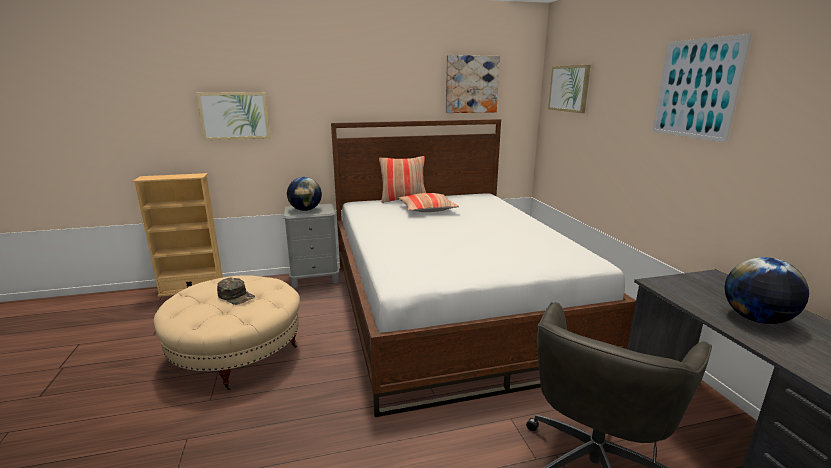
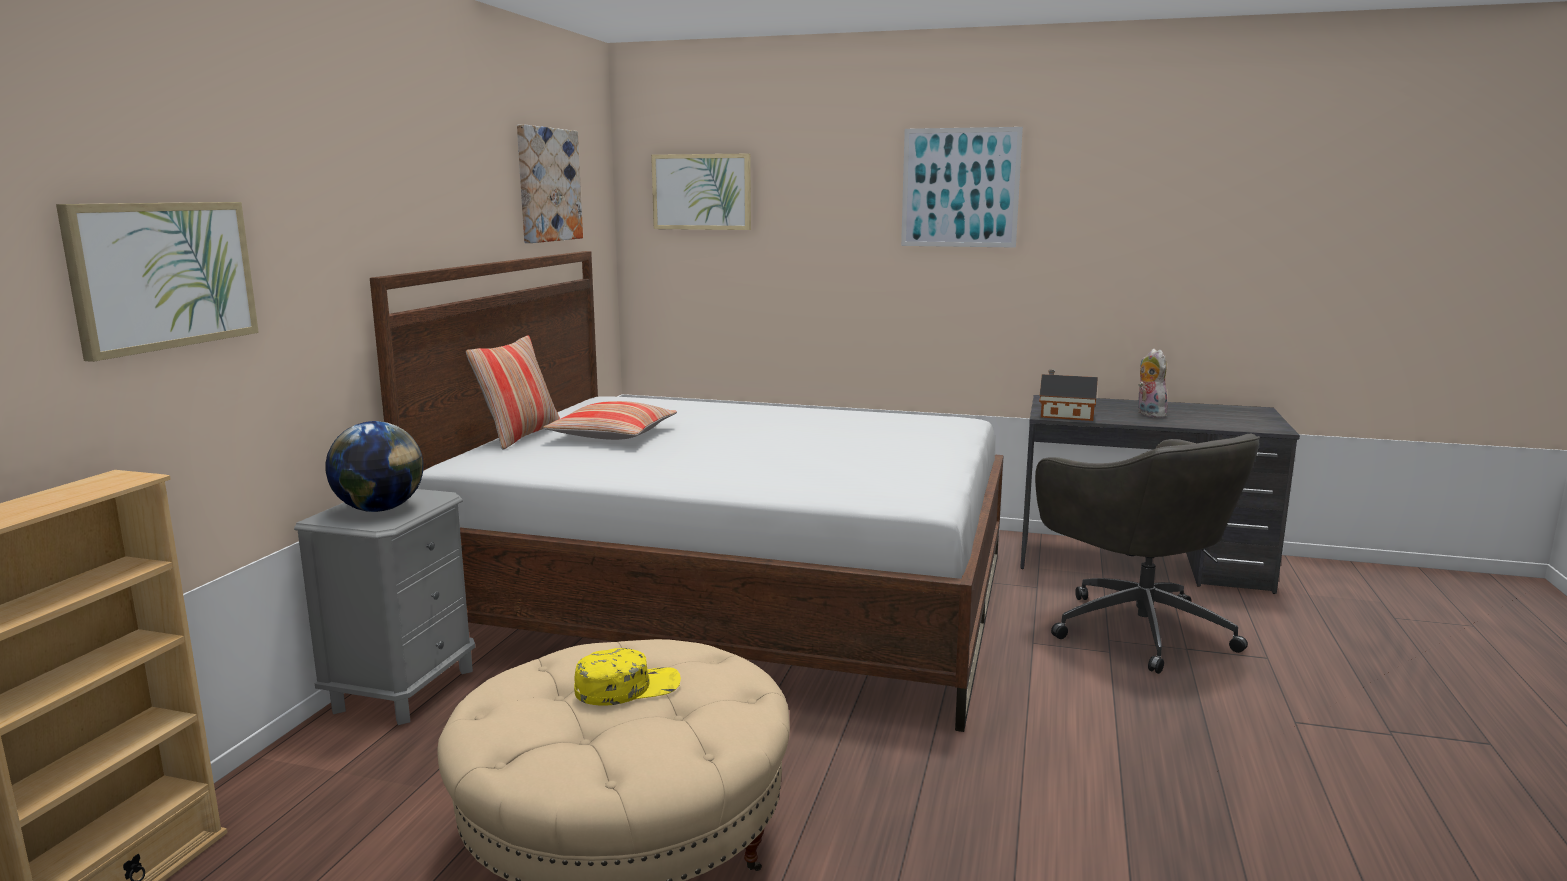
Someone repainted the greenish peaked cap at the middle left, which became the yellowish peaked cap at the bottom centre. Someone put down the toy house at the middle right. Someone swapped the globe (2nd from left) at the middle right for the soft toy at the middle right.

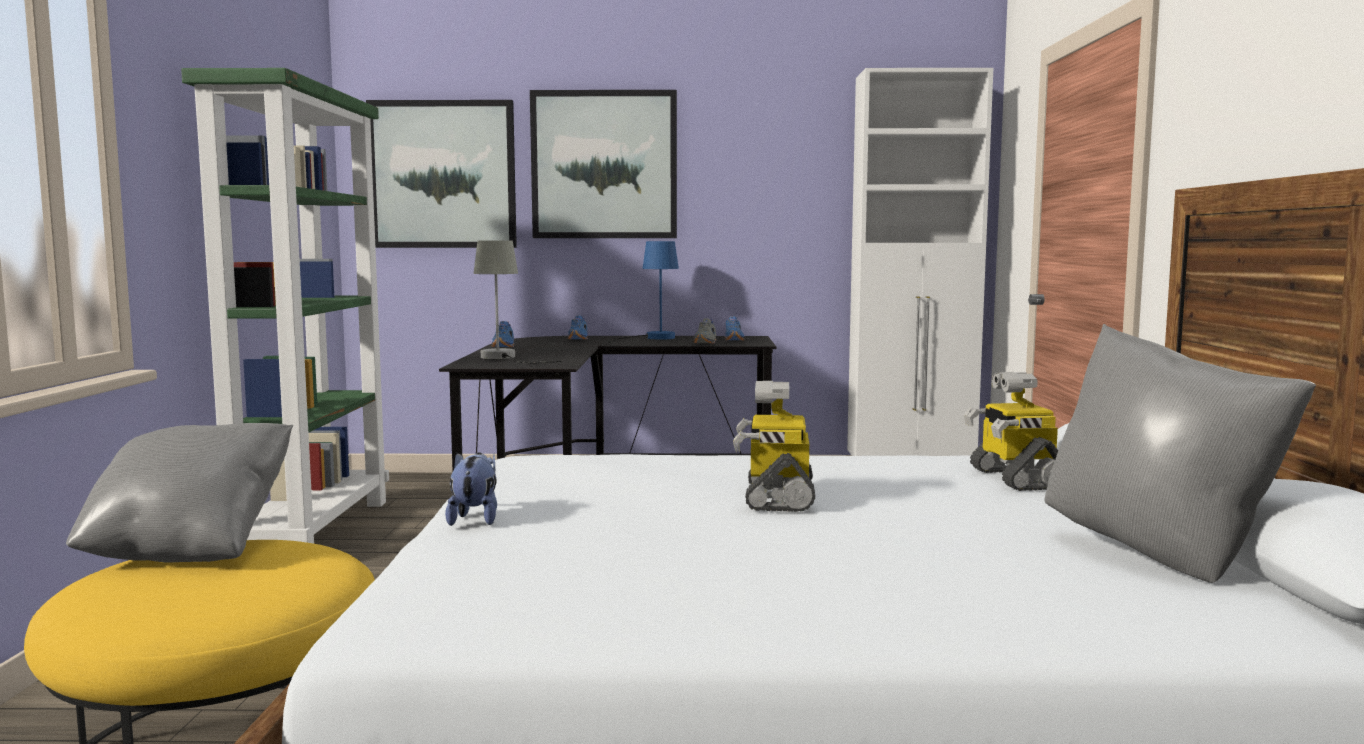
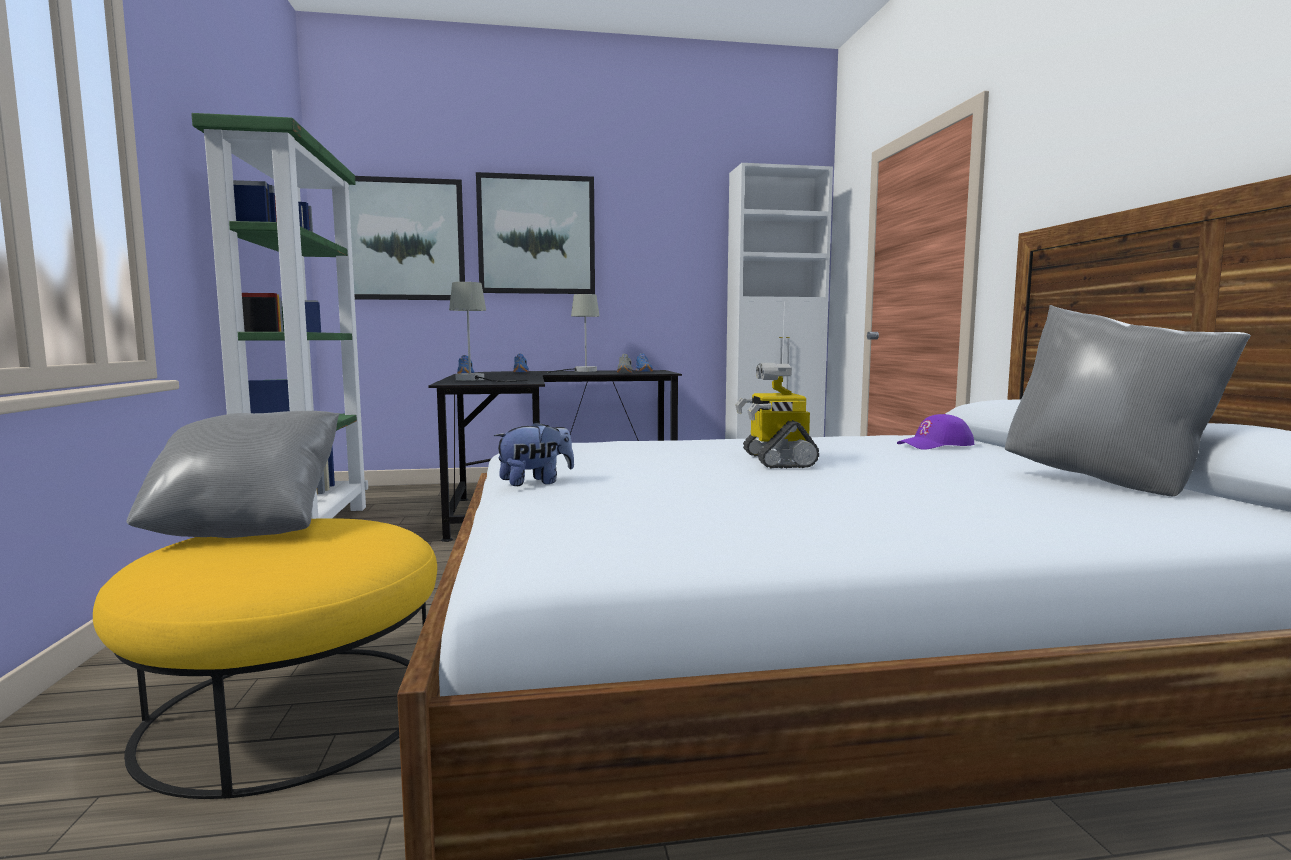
Someone rotated the soft toy at the centre by 75 degrees clockwise. Someone repainted the blue-coloured lamp for a table at the centre, which became the grey lamp for a table (2nd from left) at the centre. Someone swapped the robot figure (2nd from left) at the middle right for the purplish peaked cap at the middle right.

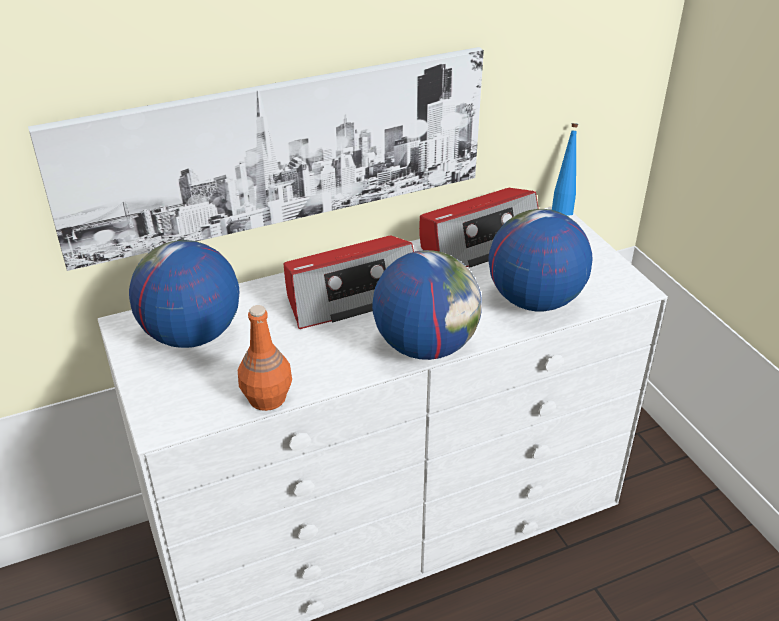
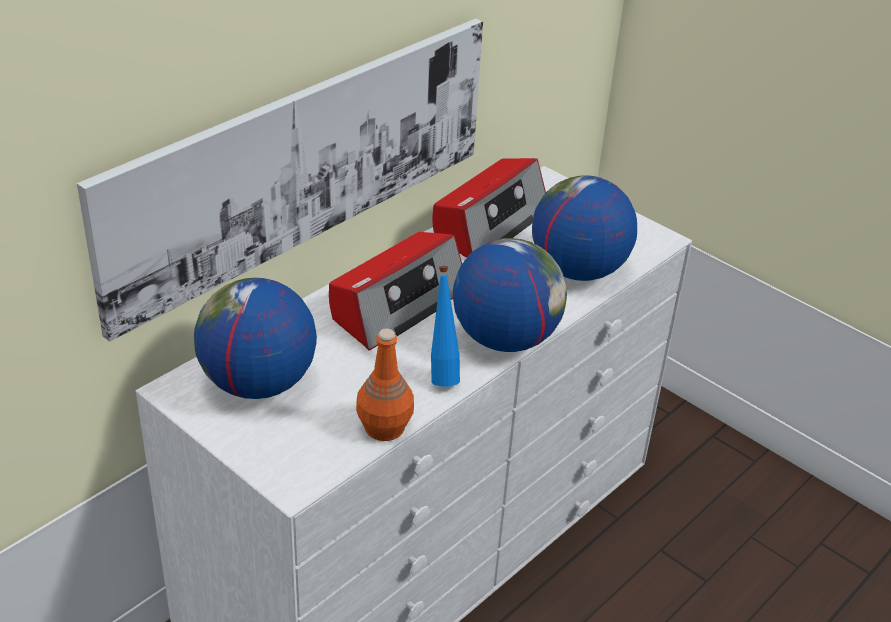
Someone carried the blue-coloured beverage bottle from the top right to the centre.

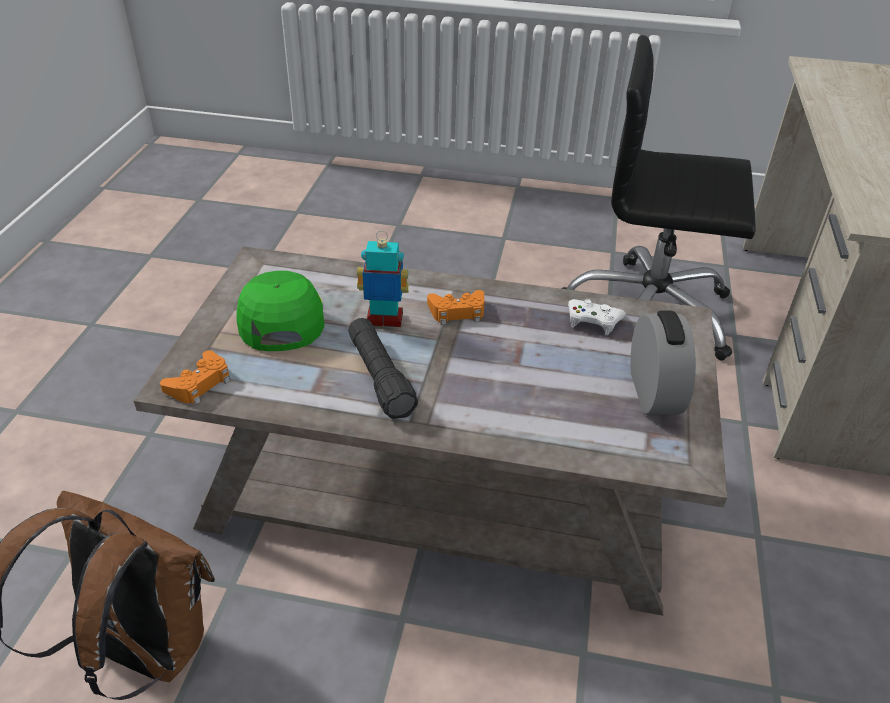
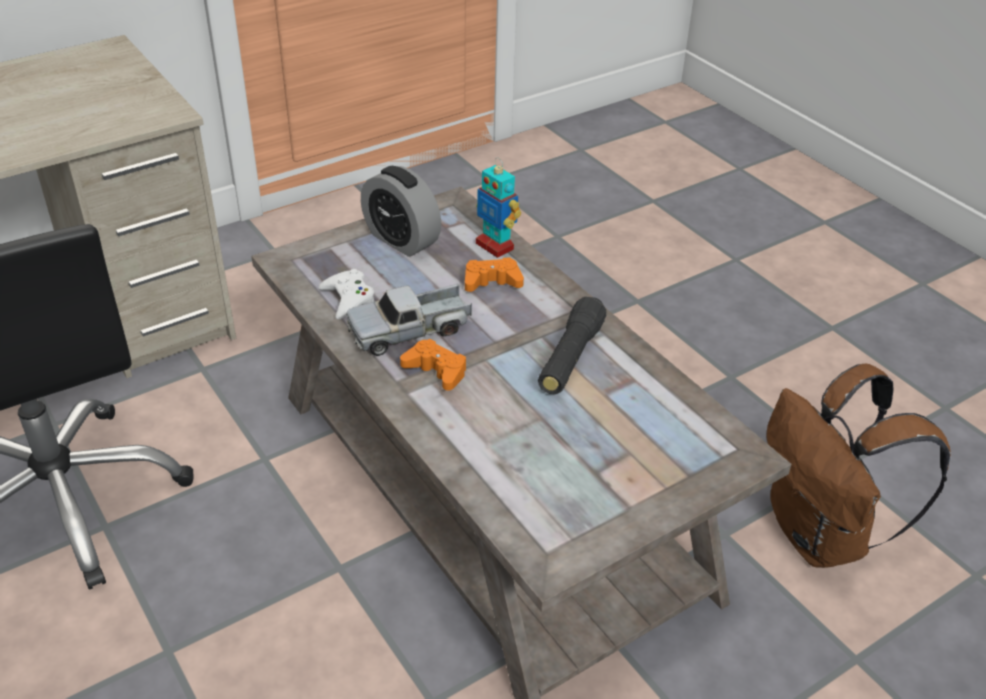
Someone put down the toy truck at the centre. Someone rotated the bedside clock at the middle right by 90 degrees counterclockwise. Someone carried the orange-coloured joypad (1st from left in the first image) from the middle left to the centre. Someone carried the robot figure from the centre to the top centre. Someone took away the greenish peaked cap at the middle left.

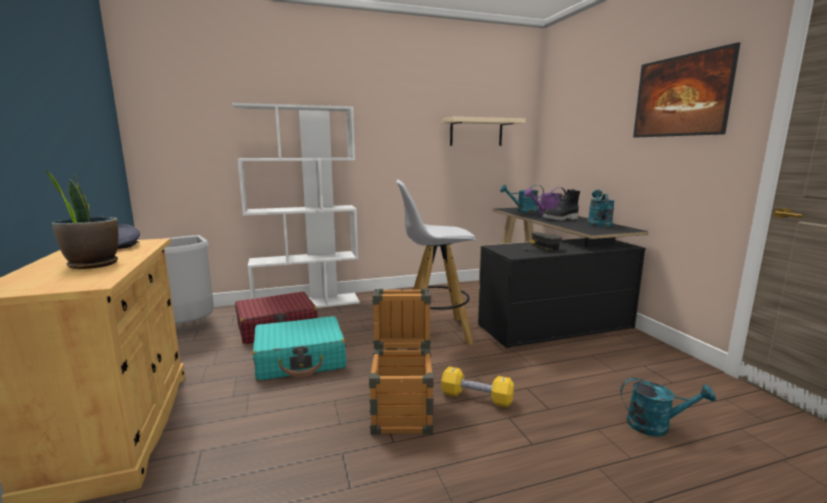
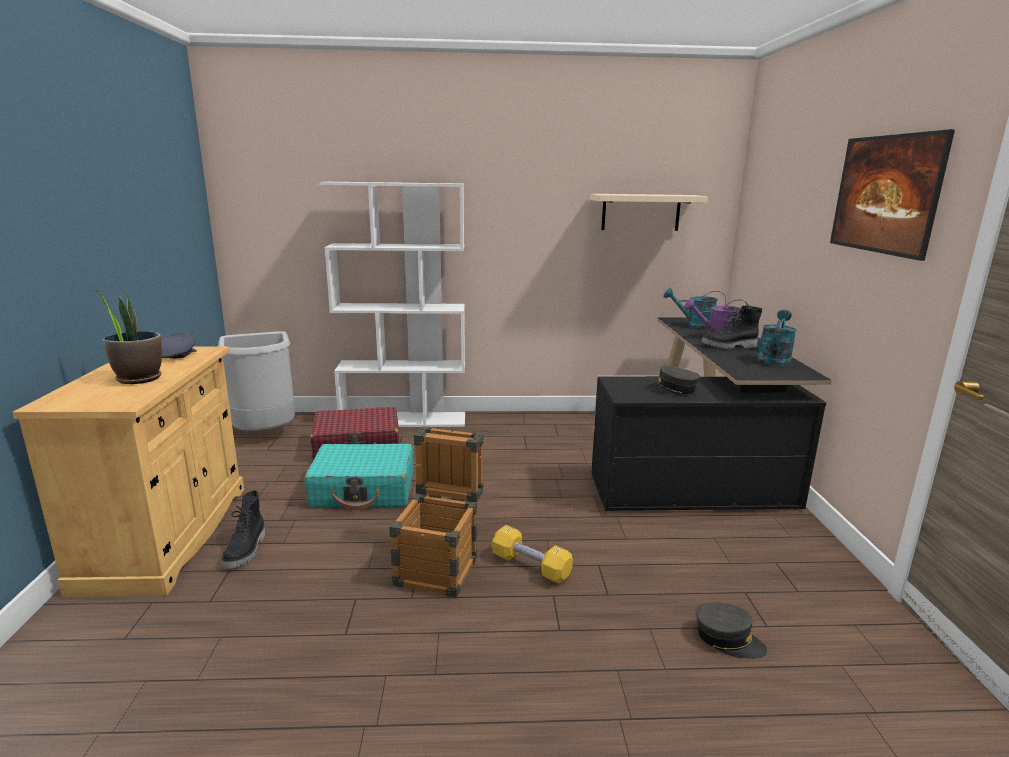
Someone put down the black high-top boot (1st from left) at the bottom left. Someone swapped the turquoise-coloured sprinkling can (3rd from left) at the bottom right for the grey peaked cap (3rd from left) at the bottom right. Someone took away the white-coloured stool seat at the centre.

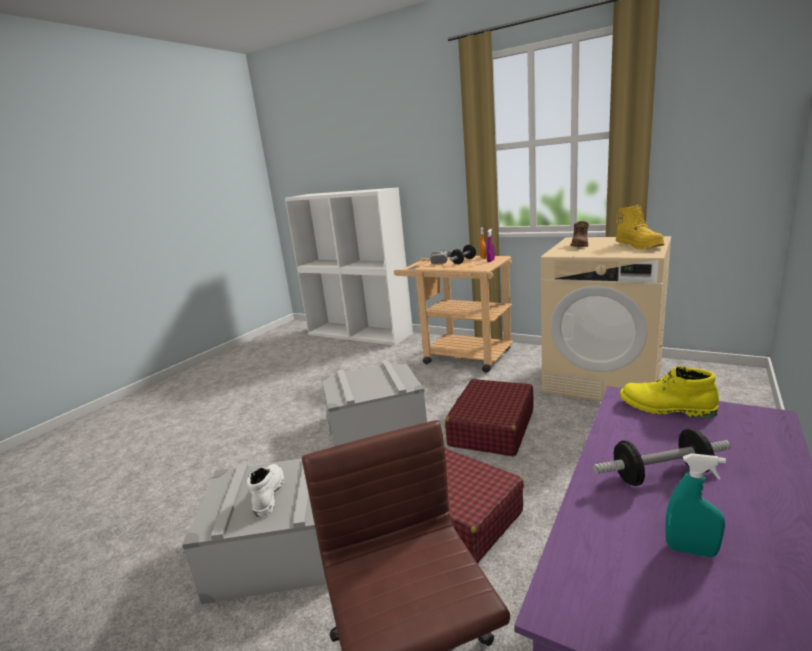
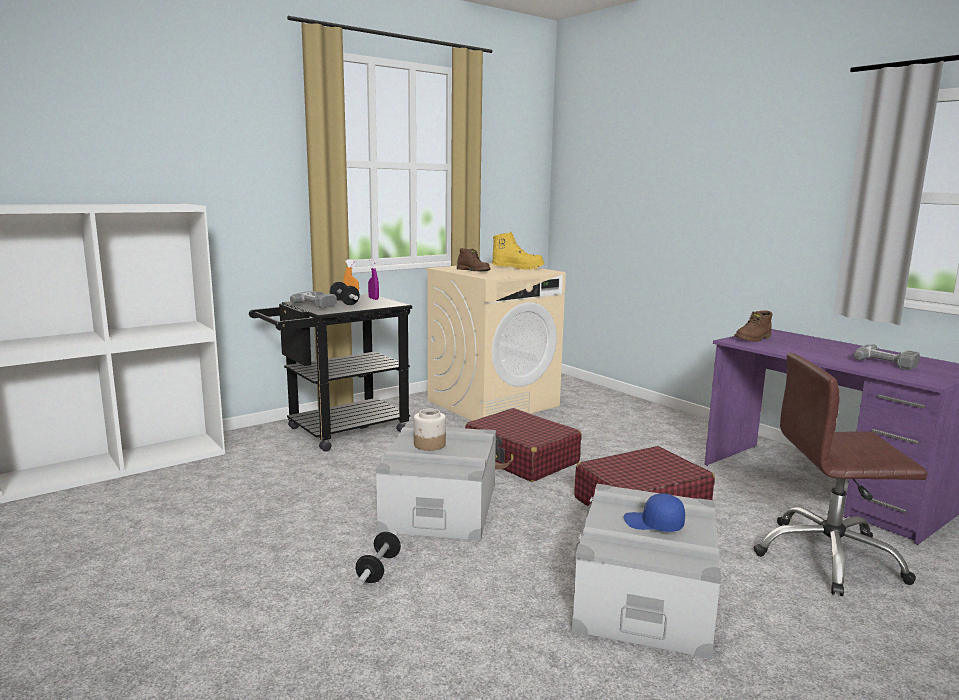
Someone repainted the beige cart at the centre, which became the black cart at the centre. Someone carried the hand weight (2nd from left) from the bottom right to the bottom centre. Someone put down the storage jar at the centre. Someone swapped the white-coloured high-top boot at the bottom left for the blue-coloured peaked cap at the bottom right. Someone repainted the yellowish high-top boot (2nd from left) at the middle right, which became the brown-coloured high-top boot (2nd from left) at the middle right. Someone swapped the turquoise-coloured spray bottle at the bottom right for the drill (2nd from left) at the middle right.

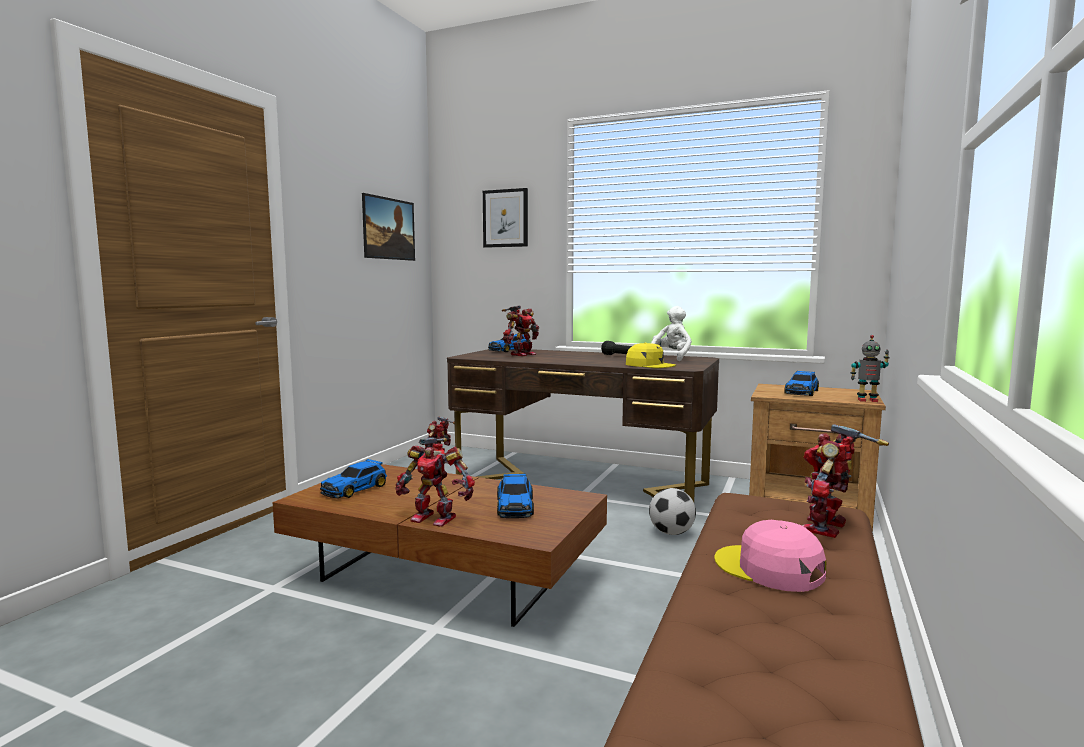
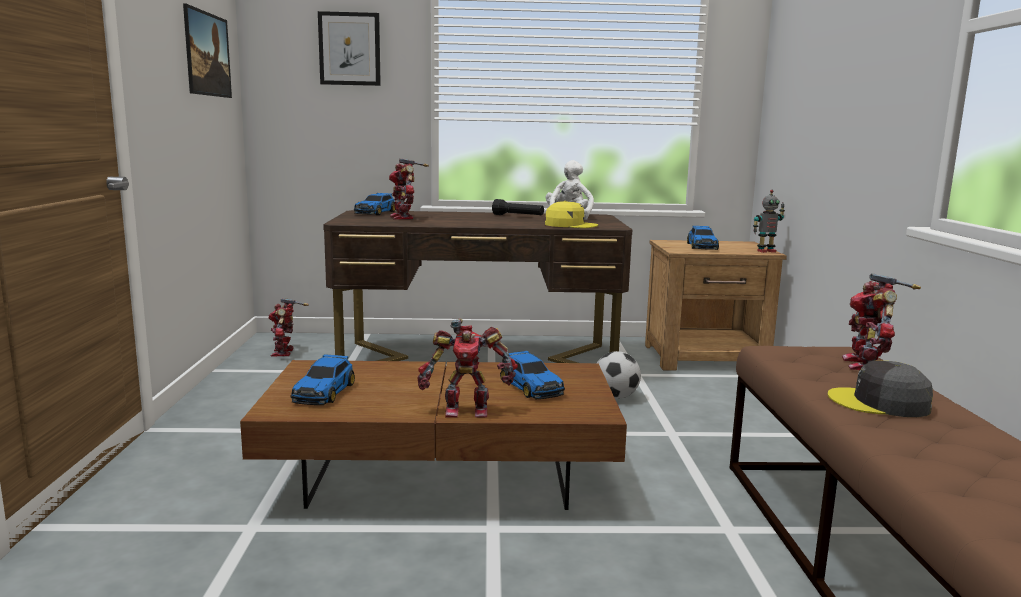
Someone rotated the robot figure (3rd from left in the first image) at the centre by 150 degrees clockwise. Someone repainted the pink peaked cap at the bottom right, which became the grey peaked cap at the middle right.

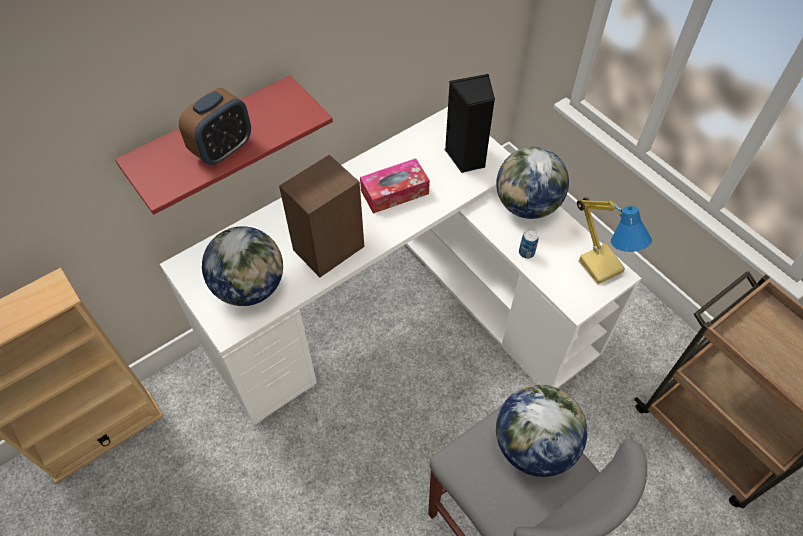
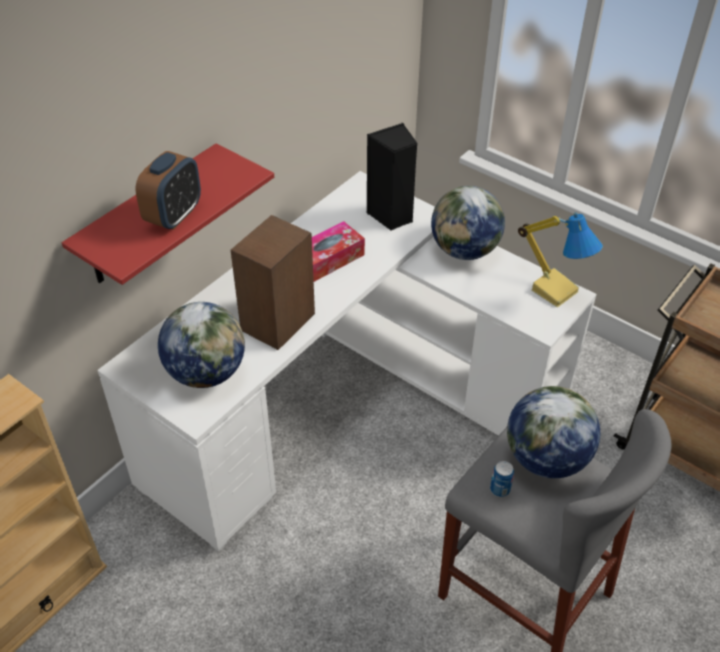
Someone carried the metal can from the centre to the bottom right.

